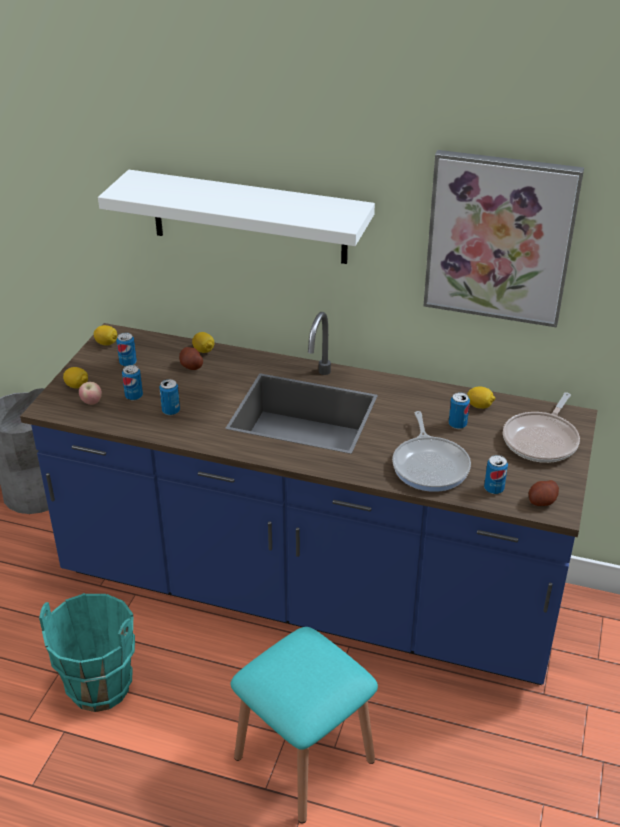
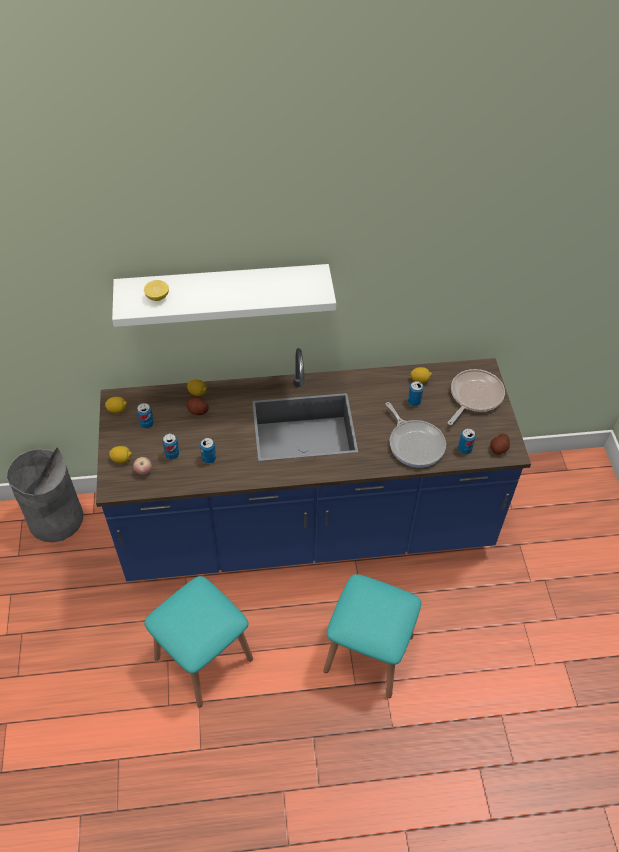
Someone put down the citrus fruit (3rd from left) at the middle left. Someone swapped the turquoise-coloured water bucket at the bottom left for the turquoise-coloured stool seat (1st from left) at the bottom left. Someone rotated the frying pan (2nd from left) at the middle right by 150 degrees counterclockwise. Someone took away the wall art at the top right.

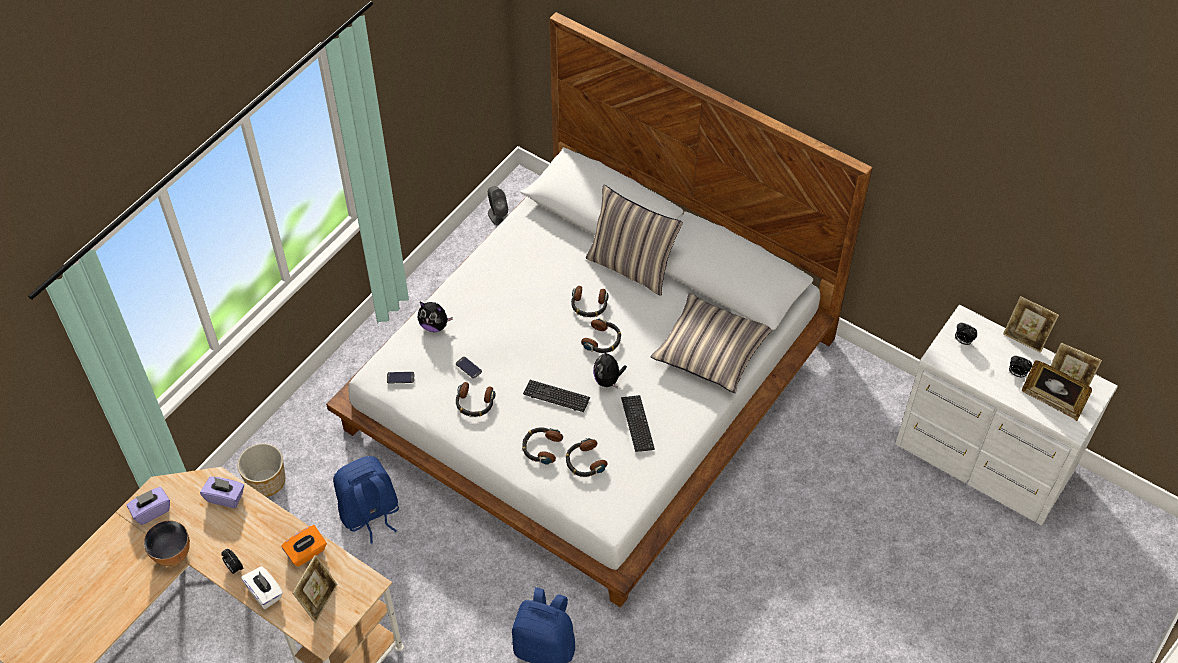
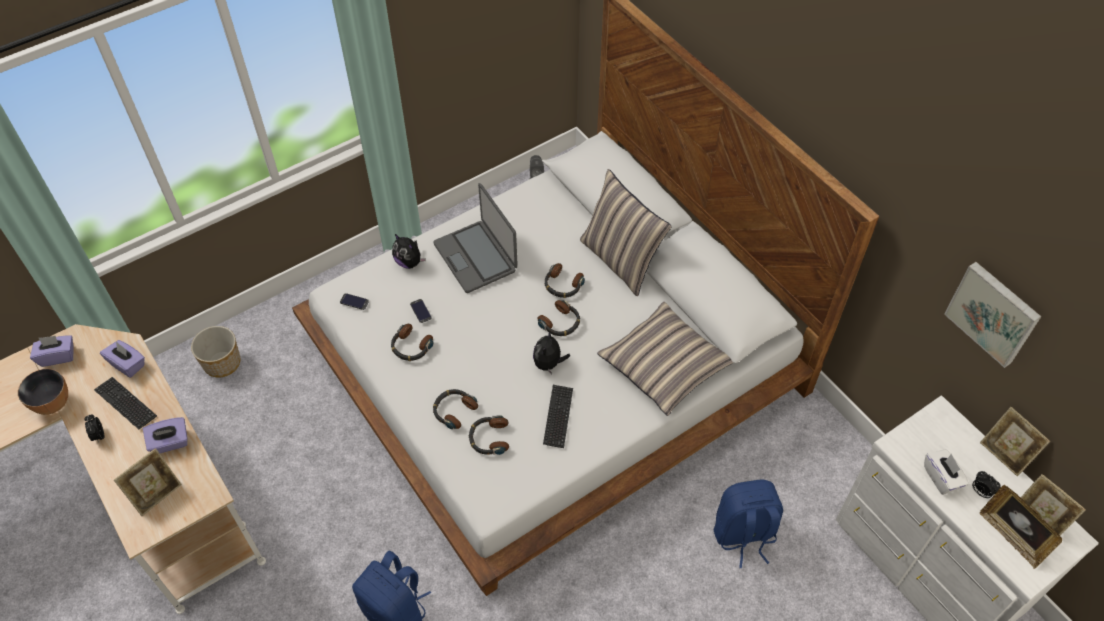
Someone carried the PC keyboard (1st from left) from the centre to the middle left. Someone repainted the orange-coloured tissue box at the bottom left, which became the purplish tissue box (3rd from left) at the bottom left. Someone put down the laptop at the centre. Someone carried the blue-coloured rucksack (1st from left in the first image) from the bottom left to the bottom right. Someone carried the white-coloured tissue box from the bottom left to the bottom right. Someone put up the wall art at the middle right. Someone took away the bedside clock (2nd from left) at the middle right.

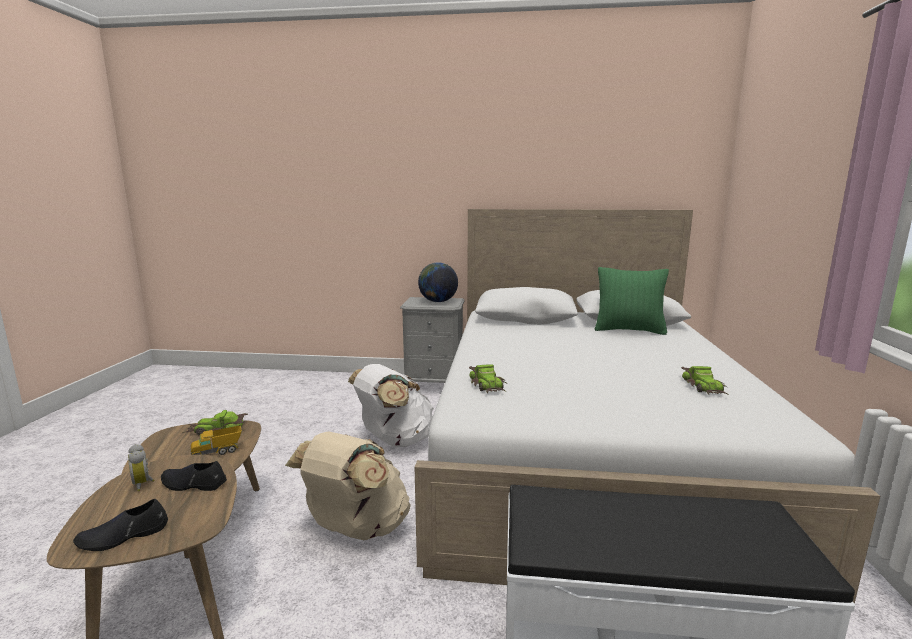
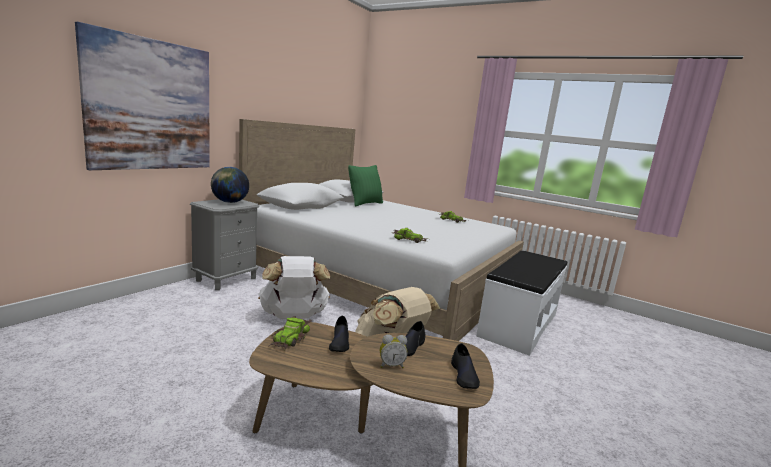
Someone put up the wall art at the top left. Someone swapped the toy truck at the bottom left for the black shoe (1st from left) at the bottom centre.

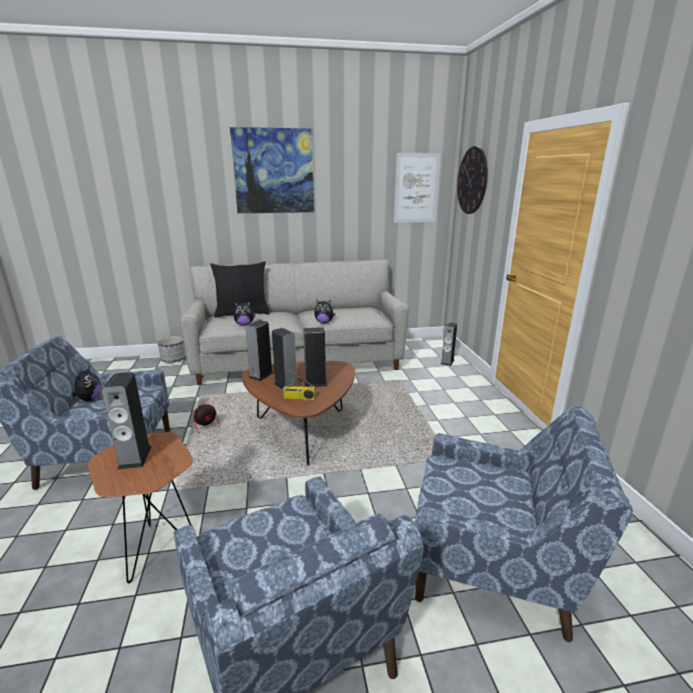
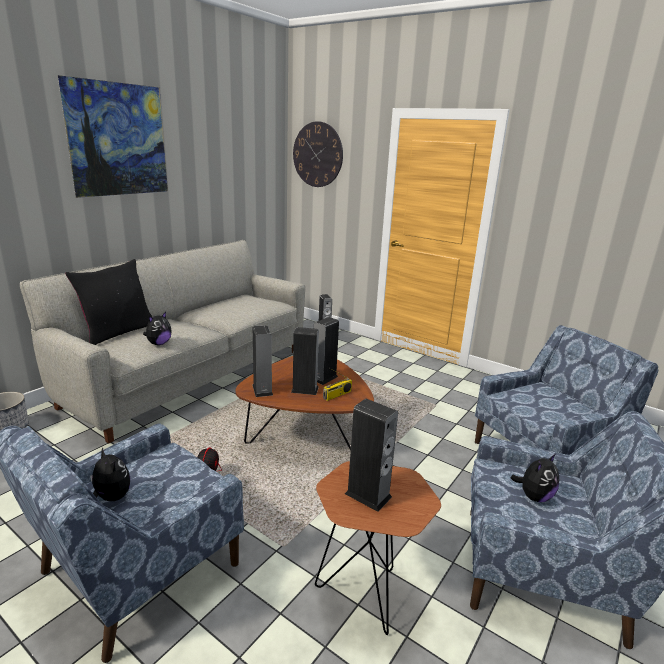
Someone carried the soft toy (3rd from left) from the centre to the bottom right. Someone took away the wall art (2nd from left) at the top centre.

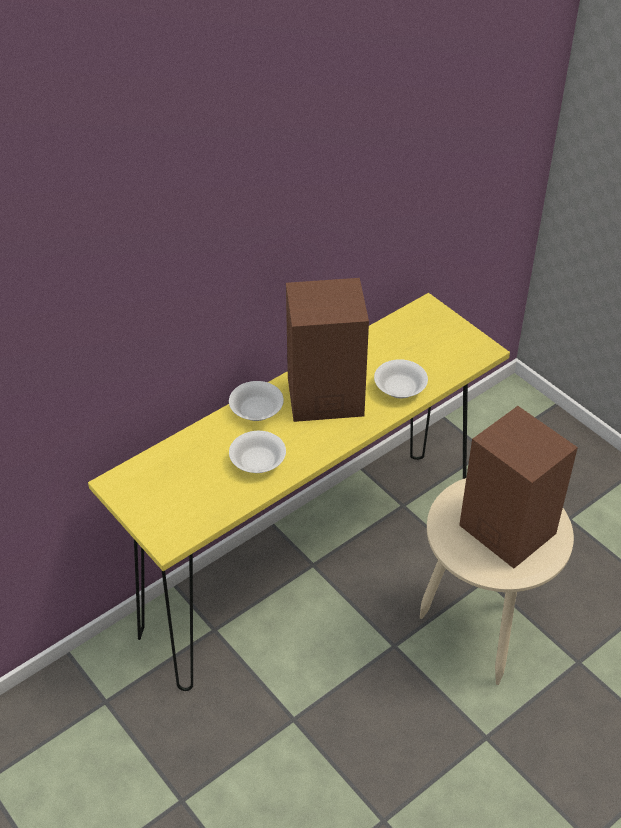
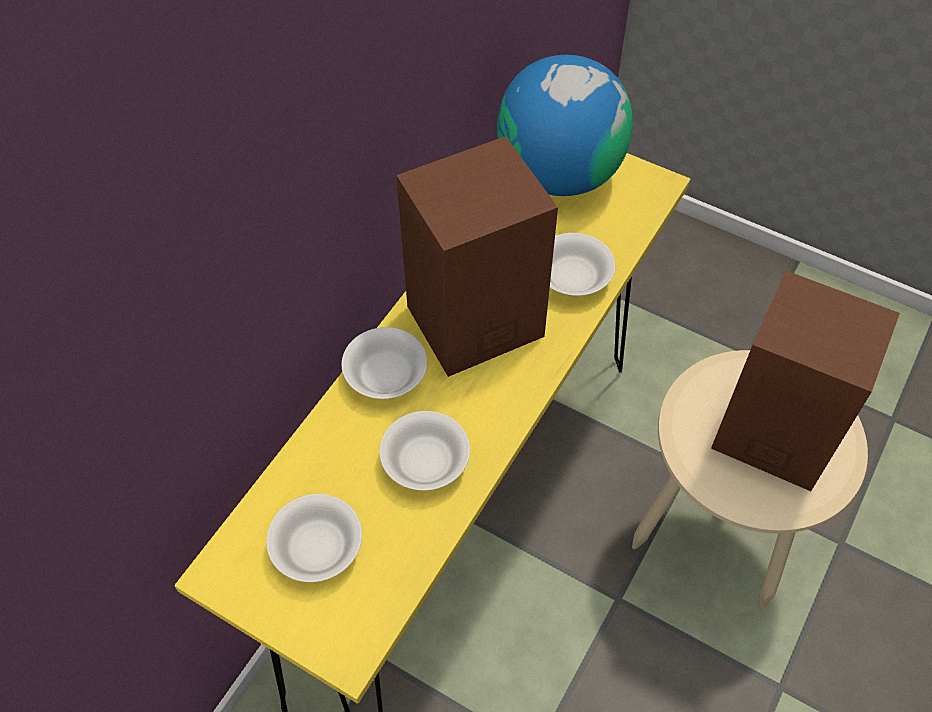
Someone put down the white-coloured deep dish (1st from left) at the bottom centre. Someone put down the globe at the top centre.

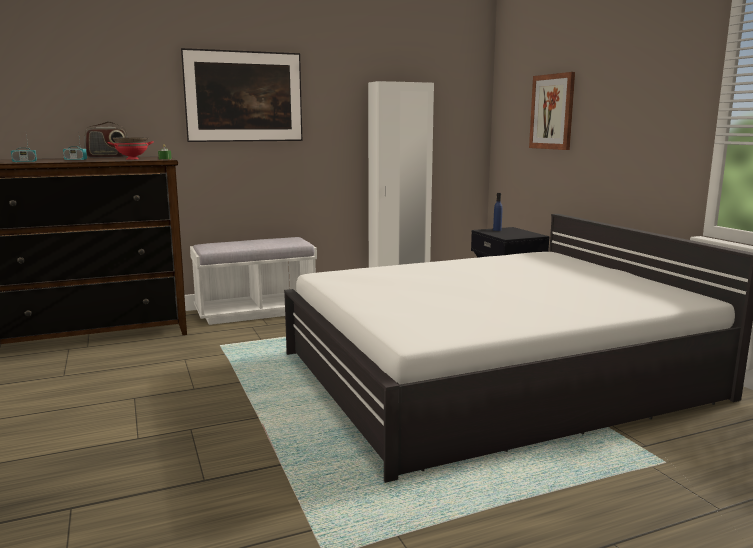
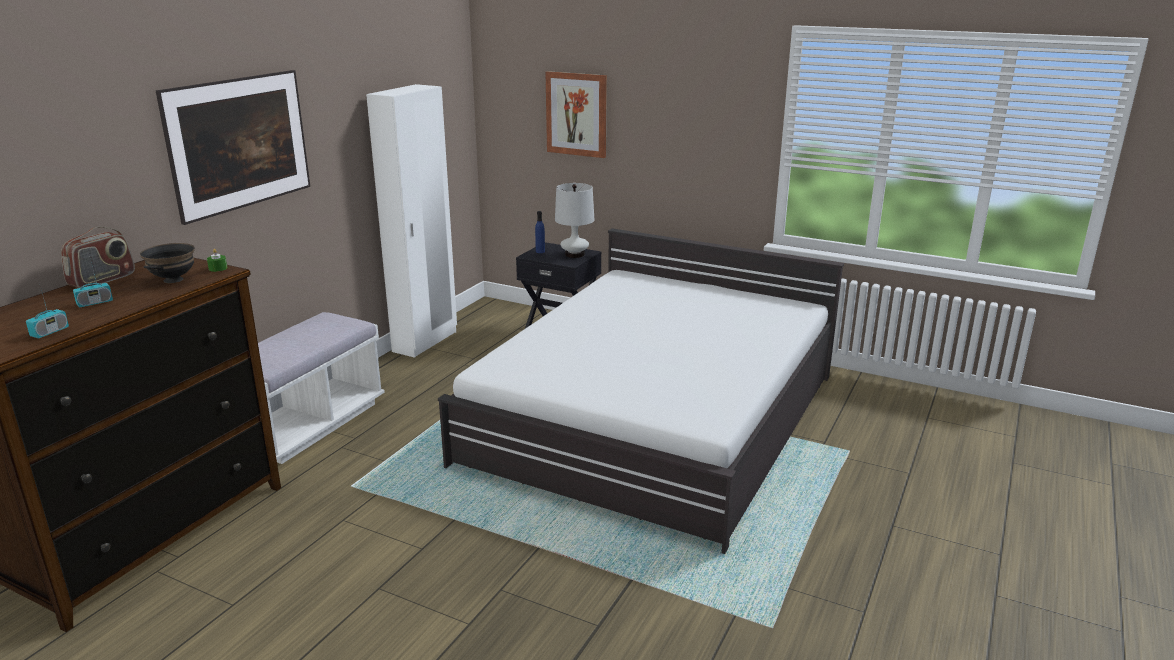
Someone repainted the reddish deep dish at the top left, which became the black deep dish at the middle left. Someone put down the white-coloured lamp for a table at the centre.

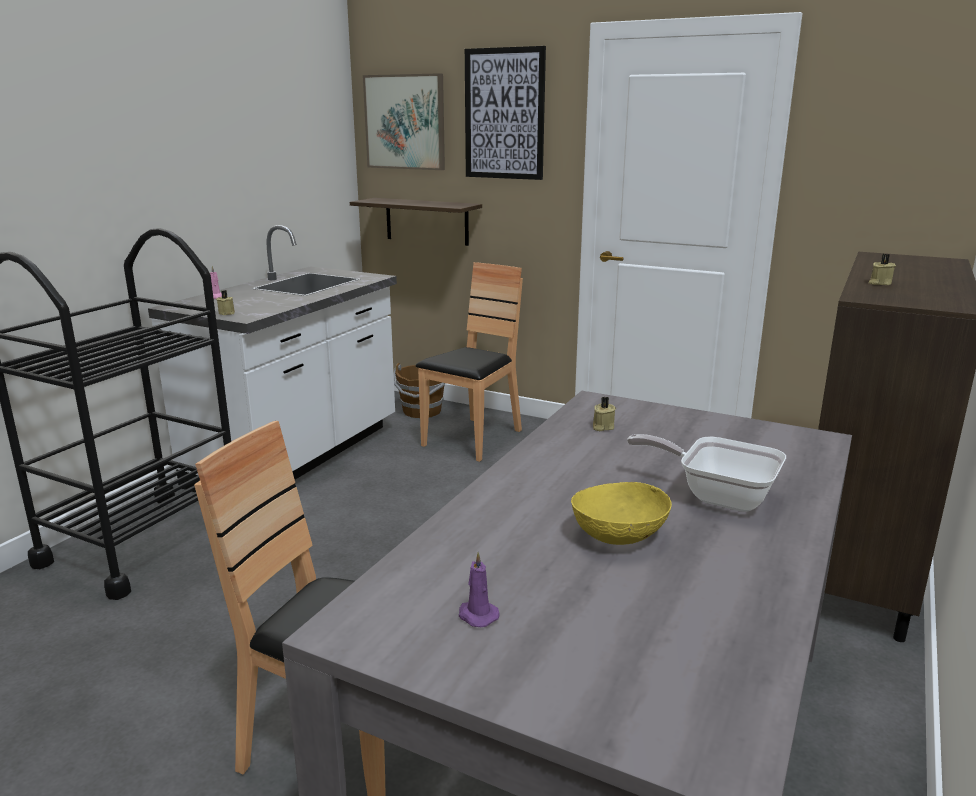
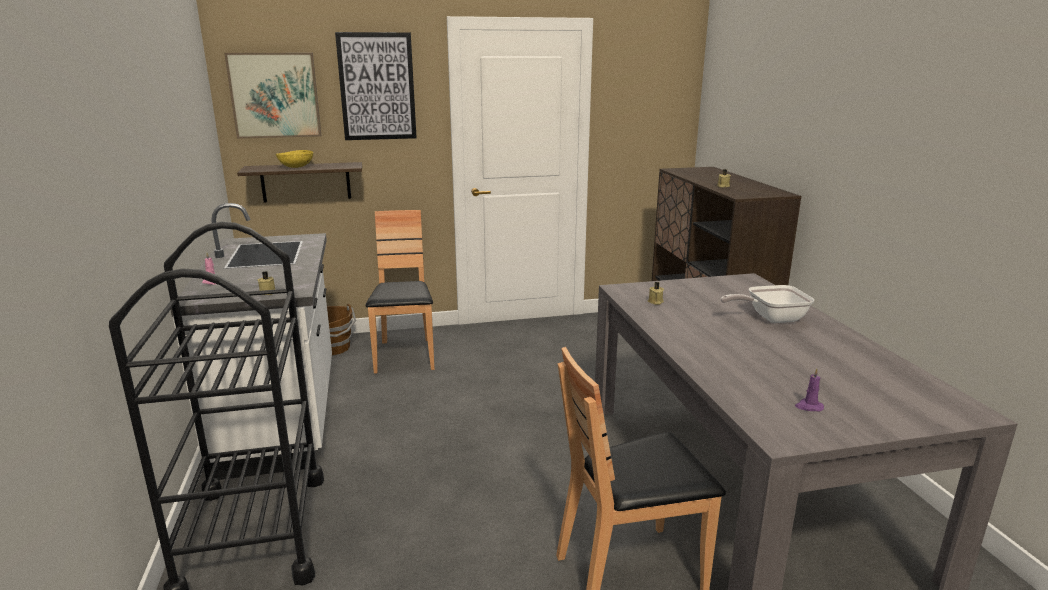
Someone carried the yellowish deep dish from the centre to the top left.

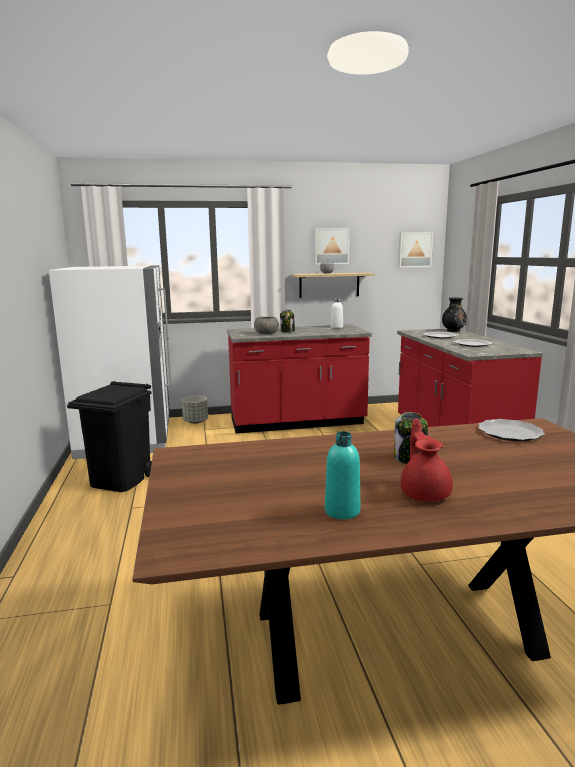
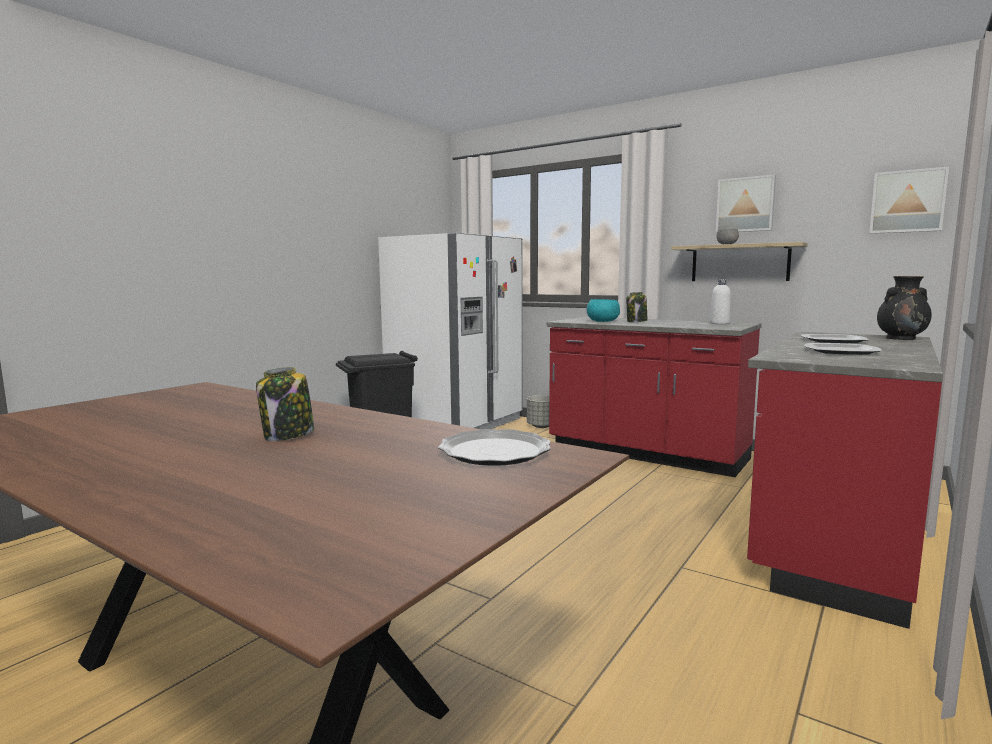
Someone repainted the grey deep dish (1st from left) at the centre, which became the turquoise-coloured deep dish at the centre. Someone took away the turquoise-coloured beverage bottle at the centre. Someone took away the reddish pot for tea at the middle right.

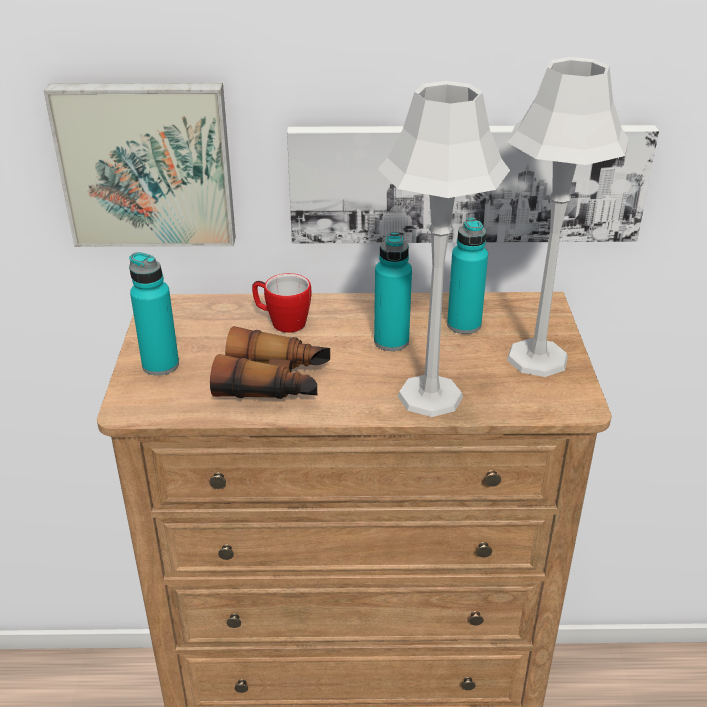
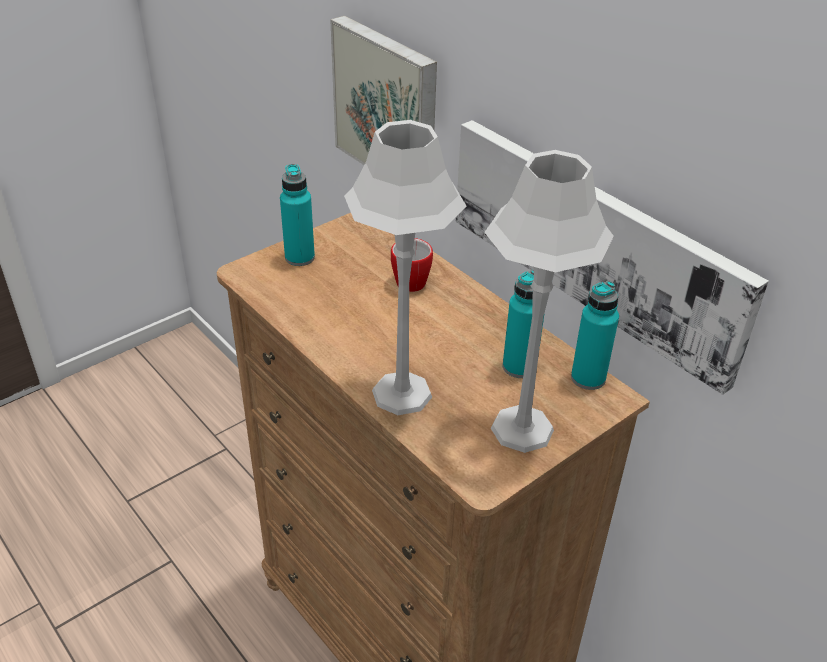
Someone carried the turquoise-coloured beverage bottle (2nd from left in the first image) from the centre to the middle right. Someone took away the pair of binoculars at the centre.

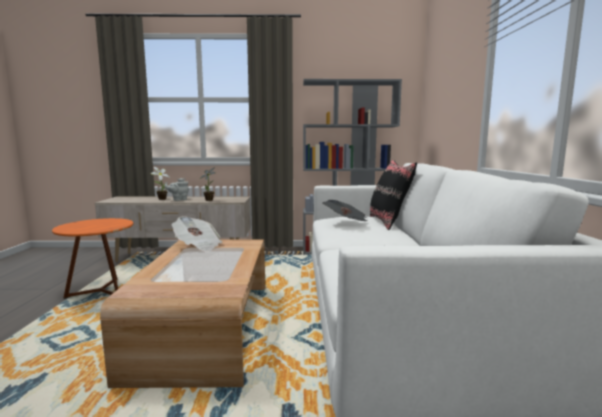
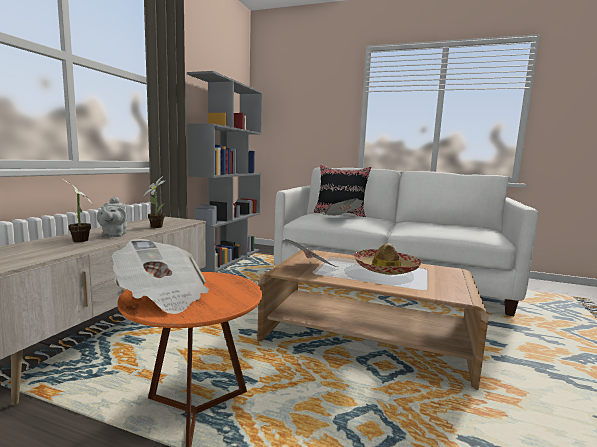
Someone put down the printed paper (1st from left) at the middle left. Someone put down the clothing hat at the centre.

